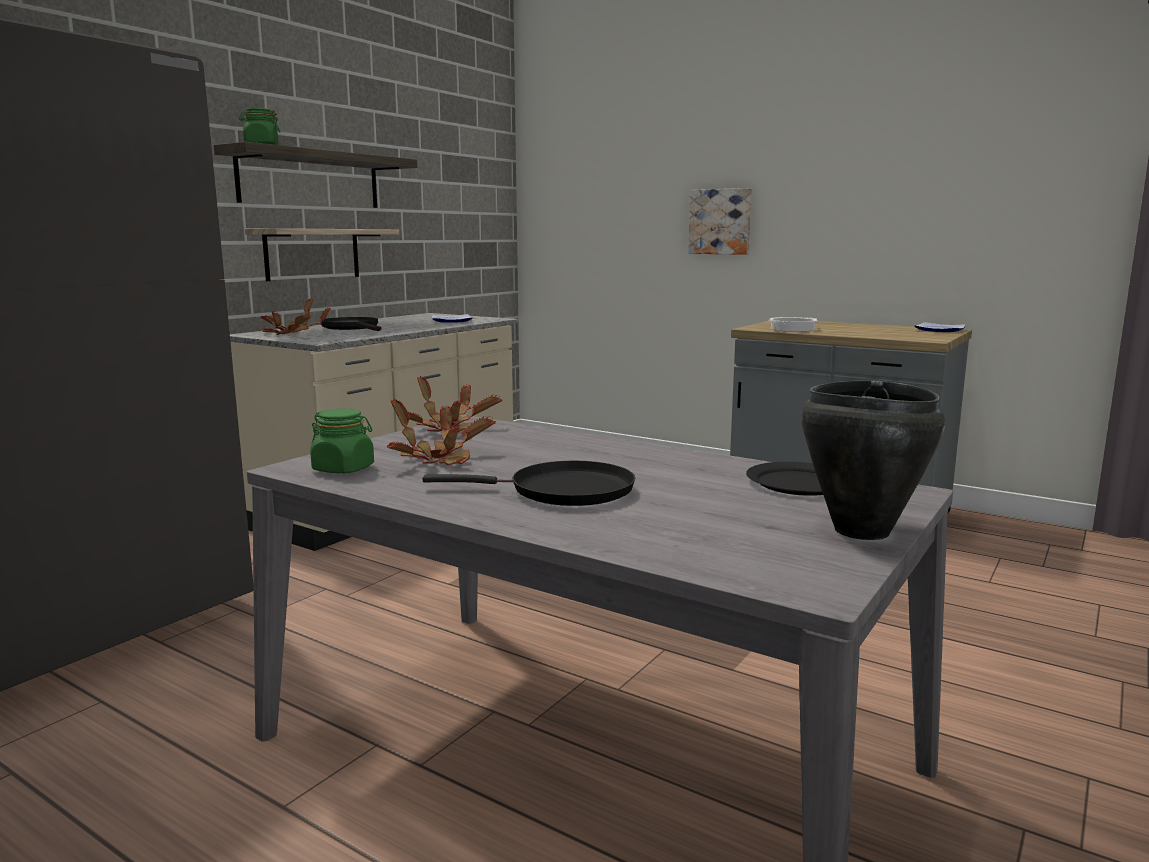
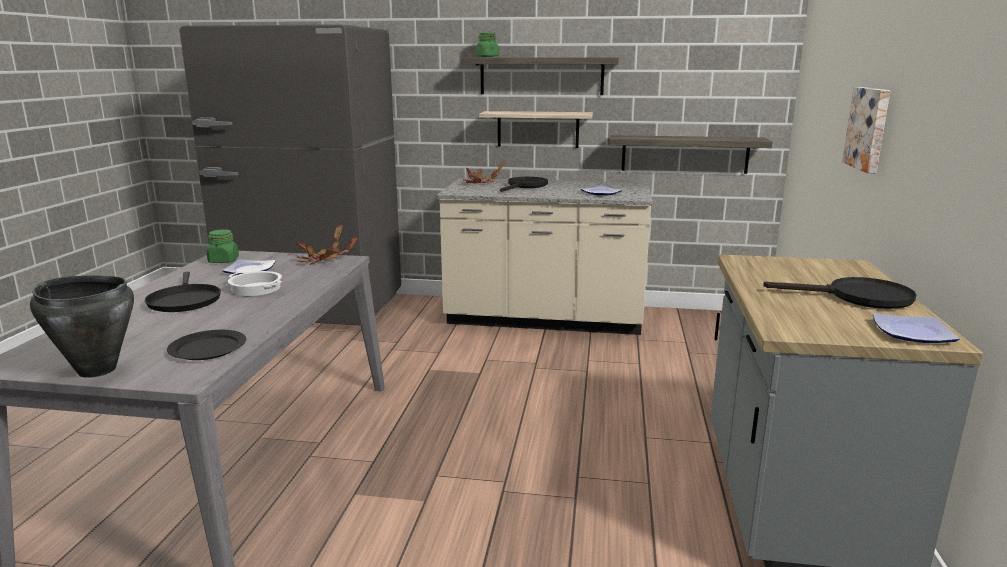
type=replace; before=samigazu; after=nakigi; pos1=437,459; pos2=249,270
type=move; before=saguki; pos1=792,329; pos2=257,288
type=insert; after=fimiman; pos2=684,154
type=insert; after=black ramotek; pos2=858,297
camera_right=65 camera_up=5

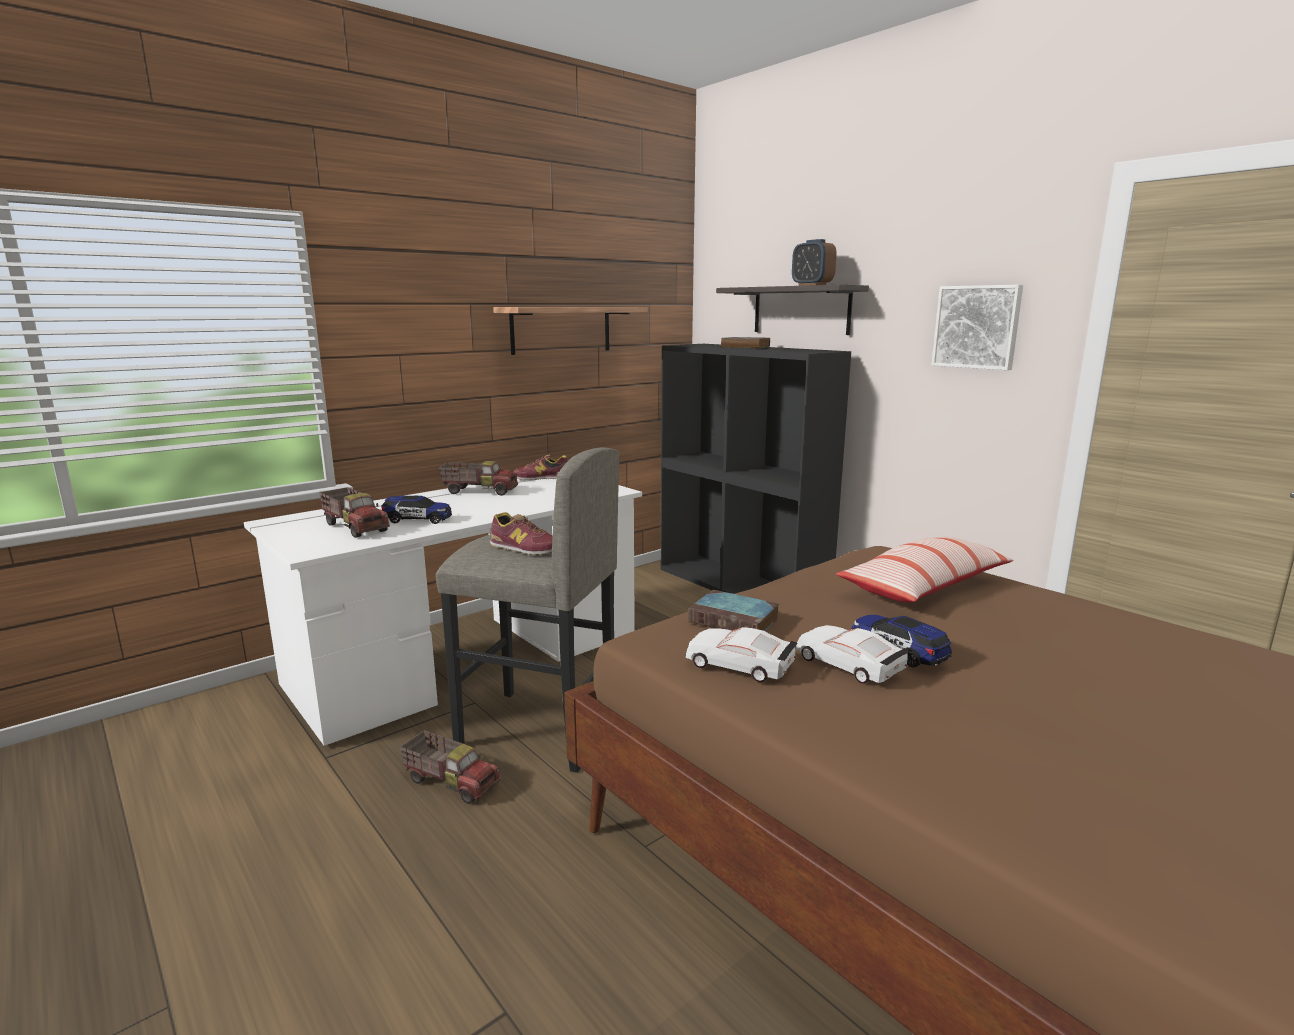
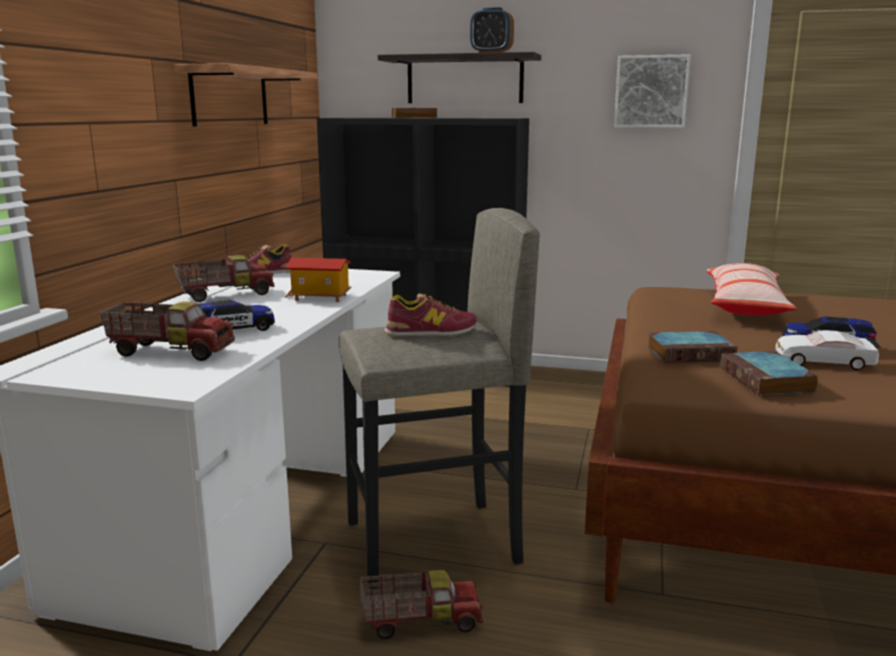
type=replace; before=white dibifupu; after=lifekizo; pos1=740,665; pos2=768,380
type=insert; after=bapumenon; pos2=319,298
camera_right=-35 camera_up=0

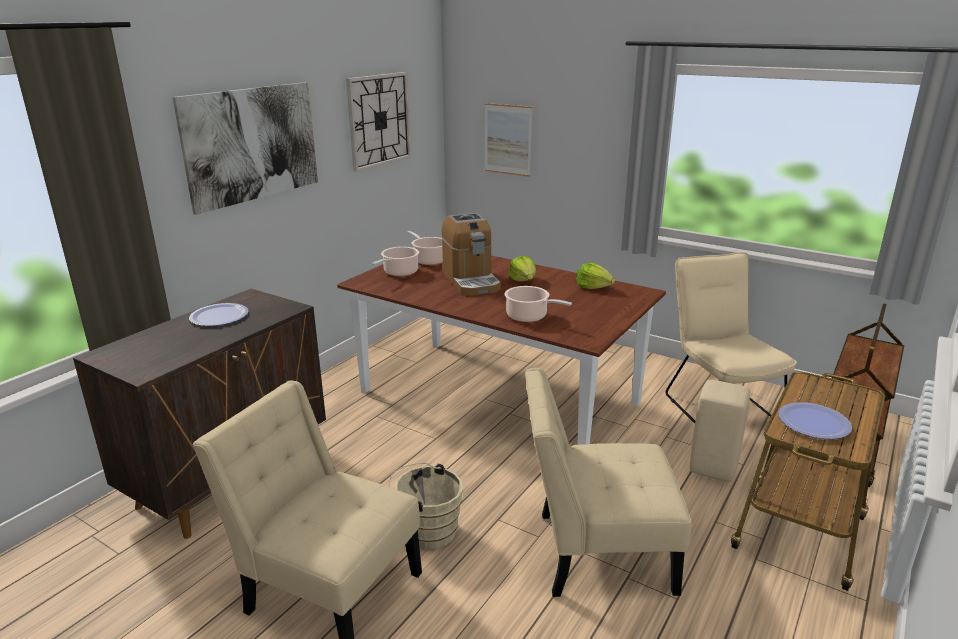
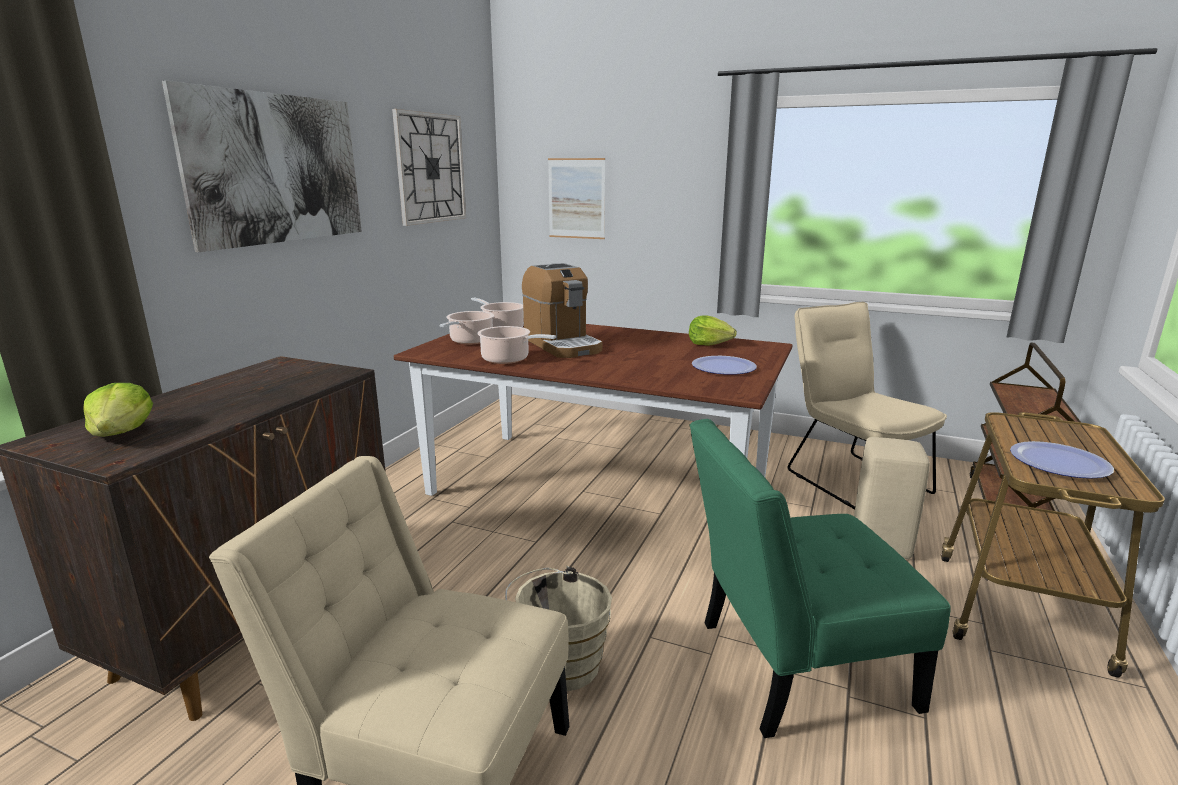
type=move; before=nakigi; pos1=219,316; pos2=723,367
type=move; before=saguki; pos1=529,316; pos2=508,359
type=move; before=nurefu; pos1=523,280; pos2=122,433
type=recolor; before=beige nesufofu; after=green nesufofu; pos1=595,552; pos2=792,666
camera_right=-10 camera_up=-5

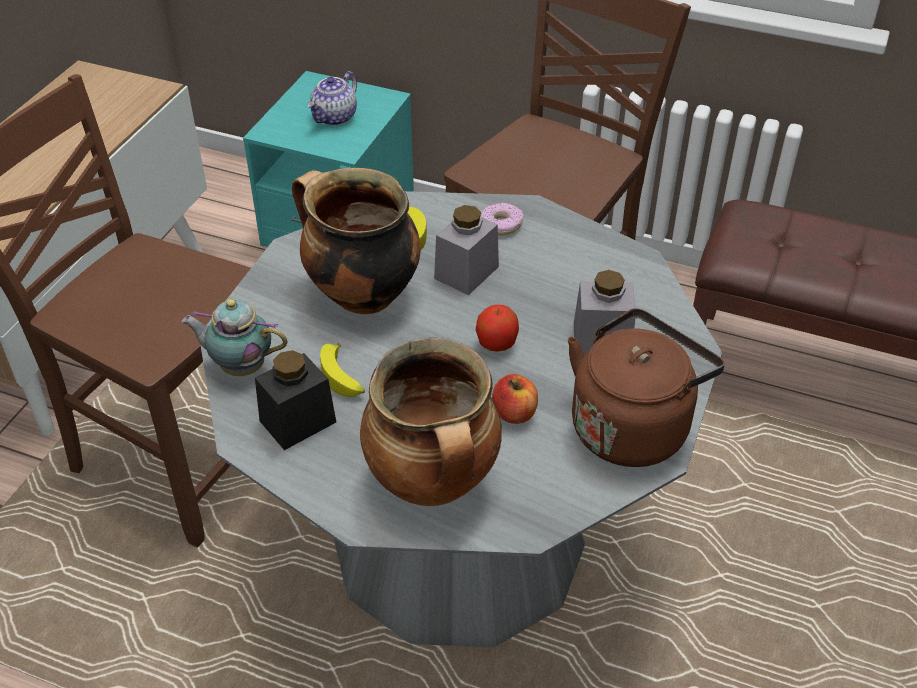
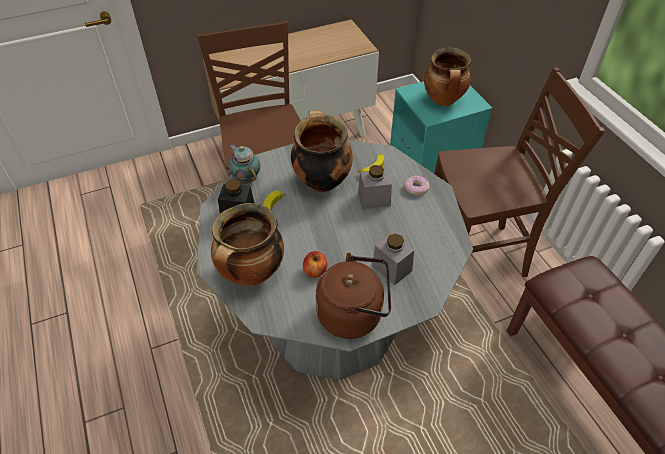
type=replace; before=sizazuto; after=saguki; pos1=335,117; pos2=444,100
type=delete; before=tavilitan; pos1=497,344
camera_right=45 camera_up=5

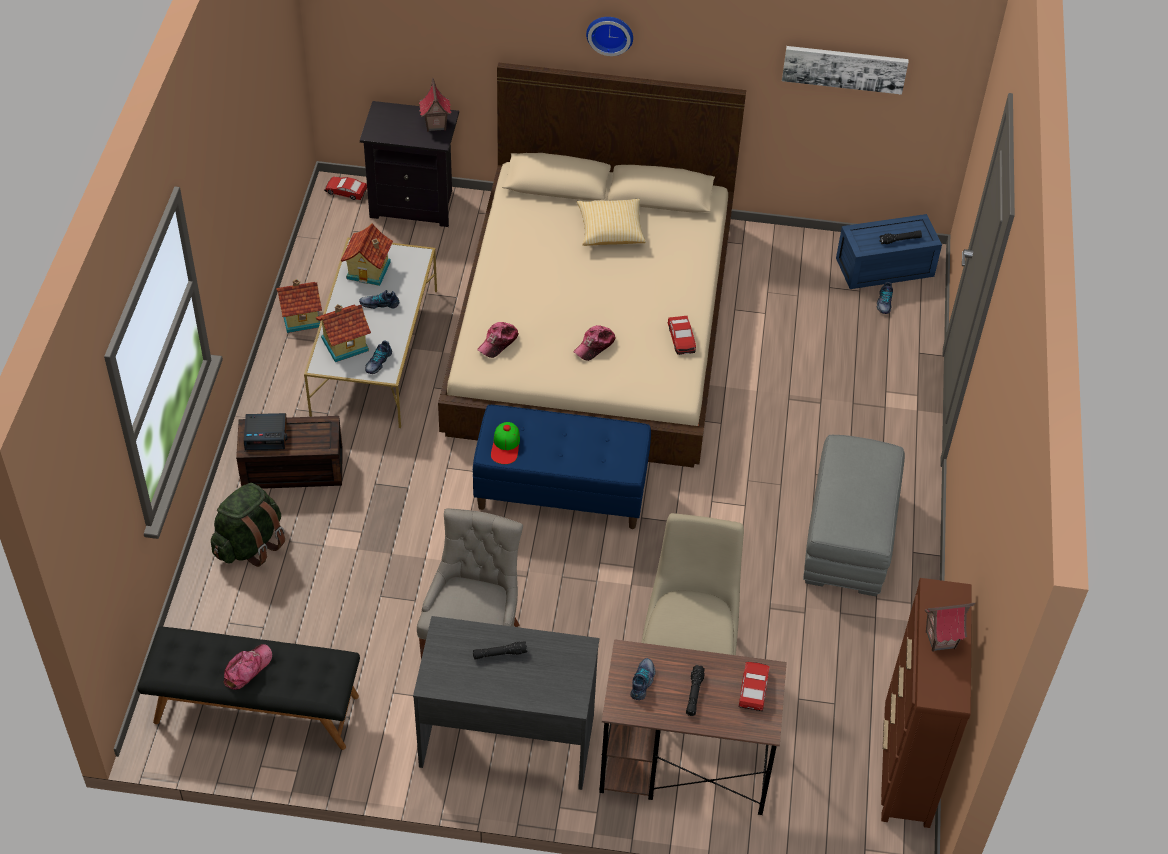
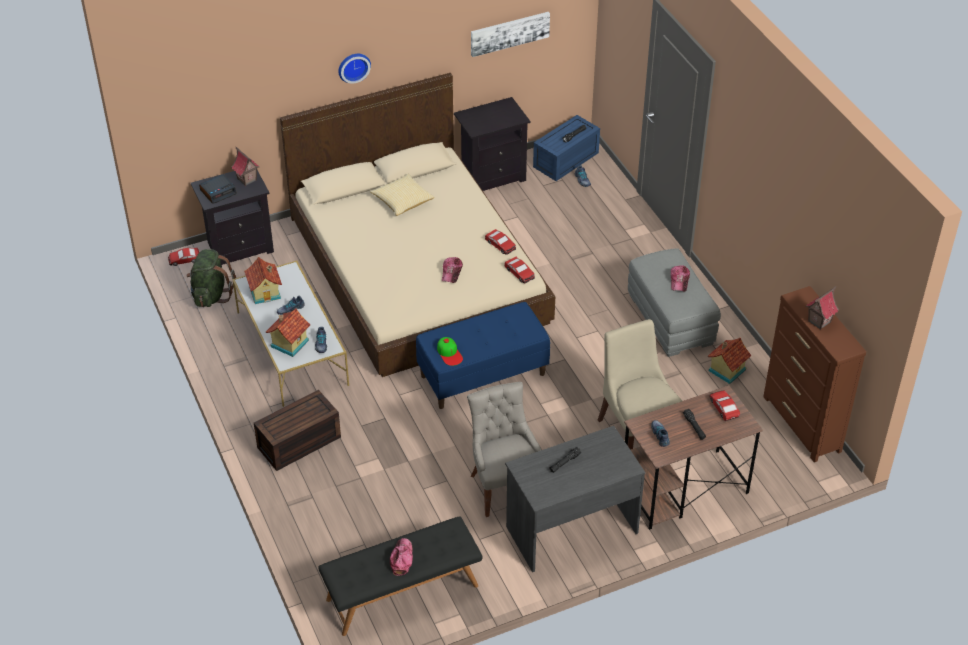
type=move; before=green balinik; pos1=250,544; pos2=211,295
type=move; before=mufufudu; pos1=266,435; pos2=218,192
type=move; before=bapumenon; pos1=300,317; pos2=726,370
type=move; before=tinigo; pos1=498,342; pos2=679,281
type=insert; after=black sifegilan; pos2=492,176
type=insert; after=dibifupu; pos2=519,273
camera_right=-30 camera_up=-5

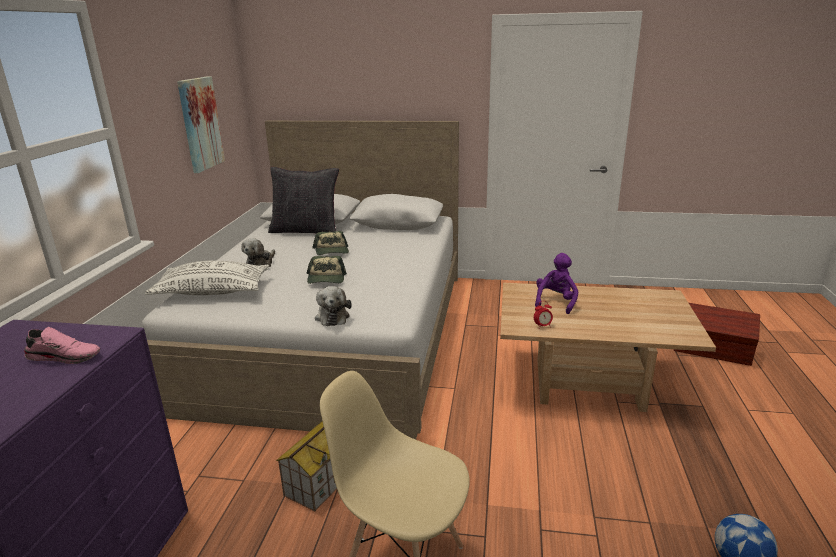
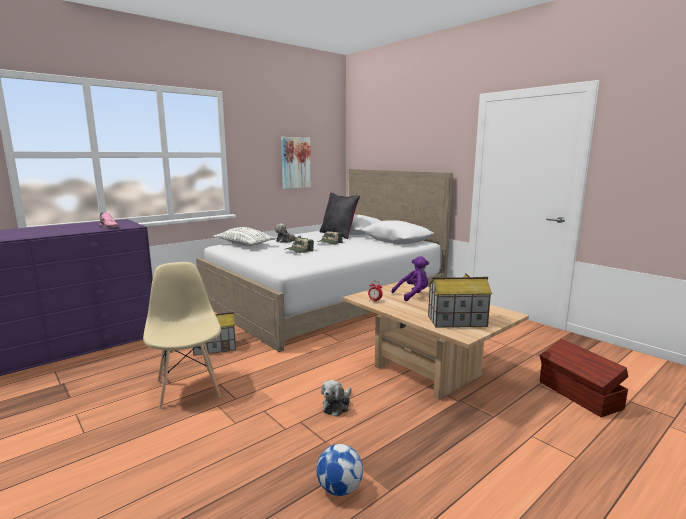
type=move; before=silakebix; pos1=332,316; pos2=337,405
type=insert; after=bapumenon; pos2=456,321
camera_right=40 camera_up=-10

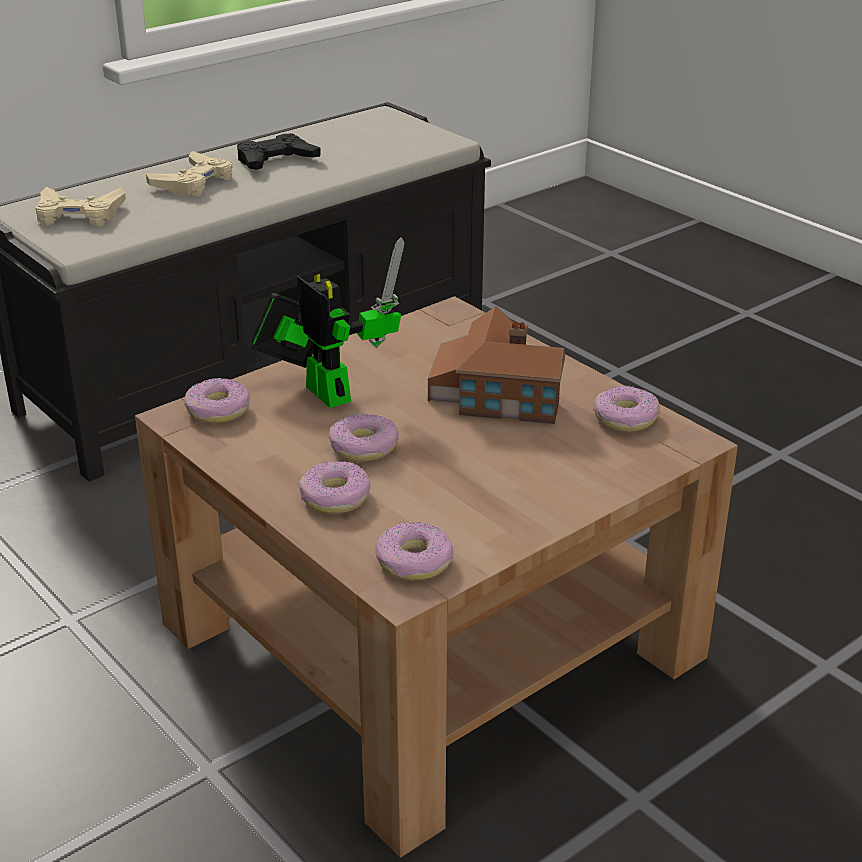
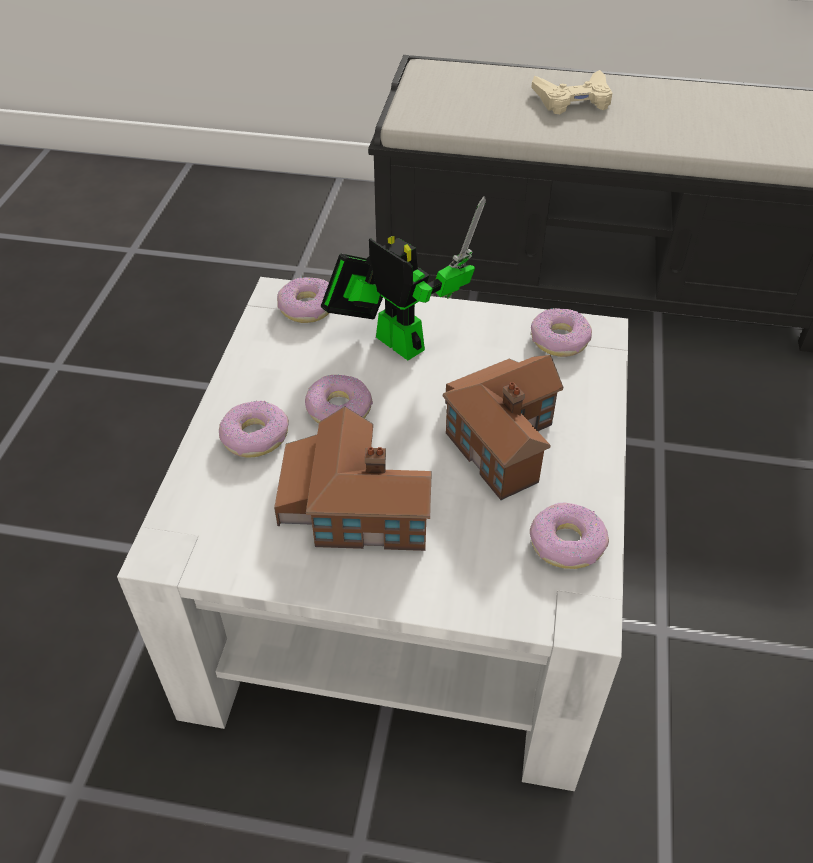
type=delete; before=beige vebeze; pos1=79,214
type=recolor; before=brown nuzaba; after=white nuzaba; pos1=431,641; pos2=406,585
type=delete; before=black vebeze; pos1=276,160
type=rotate; before=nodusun; pos1=323,390; pos2=394,339; turn=-60
type=move; before=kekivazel; pos1=414,562; pos2=559,340
type=insert; after=bapumenon; pos2=353,506
camera_right=50 camera_up=15

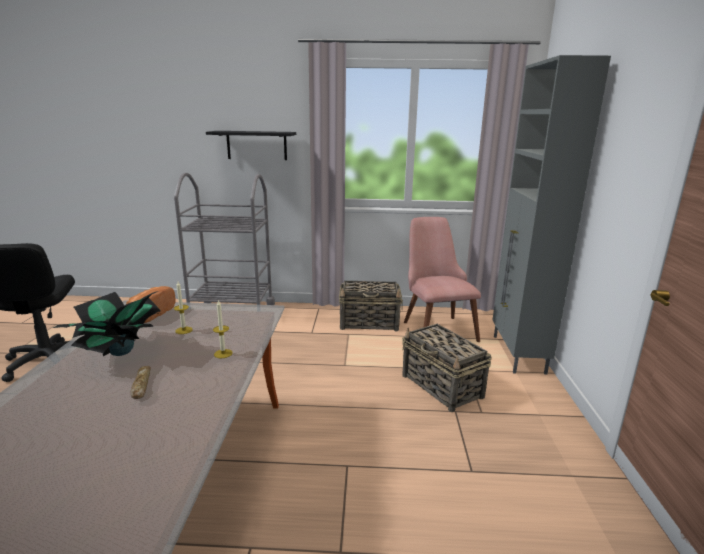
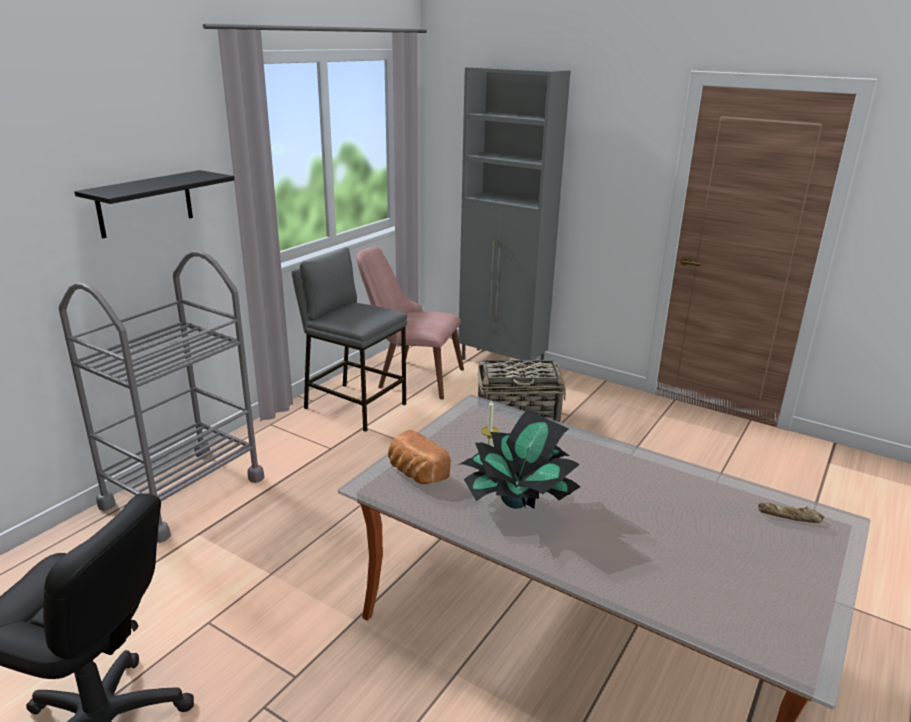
type=move; before=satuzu; pos1=141,385; pos2=790,517
type=delete; before=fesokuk; pos1=223,353
type=replace; before=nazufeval; after=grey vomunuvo; pos1=370,323; pos2=355,406
camera_right=-60 camera_up=5

